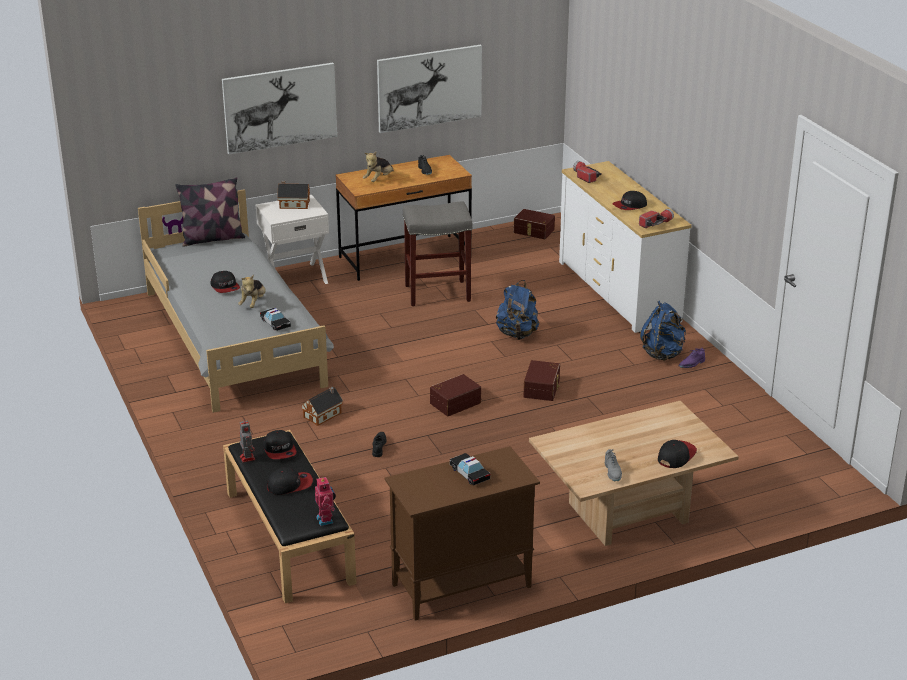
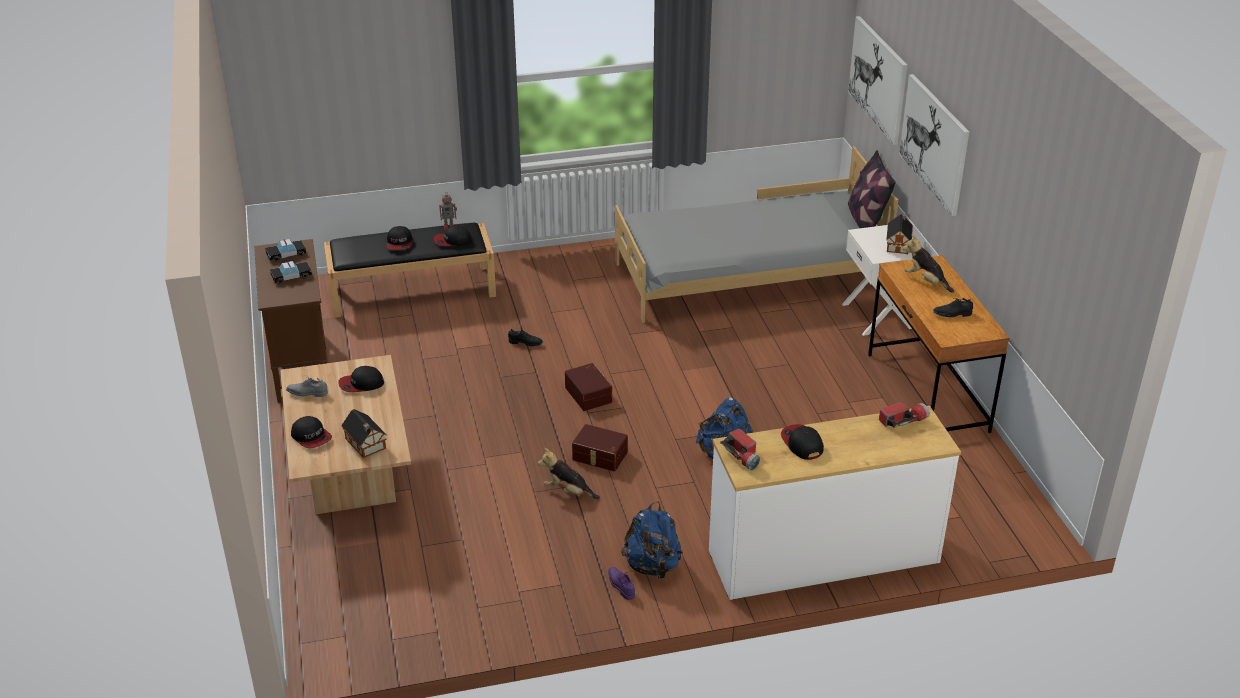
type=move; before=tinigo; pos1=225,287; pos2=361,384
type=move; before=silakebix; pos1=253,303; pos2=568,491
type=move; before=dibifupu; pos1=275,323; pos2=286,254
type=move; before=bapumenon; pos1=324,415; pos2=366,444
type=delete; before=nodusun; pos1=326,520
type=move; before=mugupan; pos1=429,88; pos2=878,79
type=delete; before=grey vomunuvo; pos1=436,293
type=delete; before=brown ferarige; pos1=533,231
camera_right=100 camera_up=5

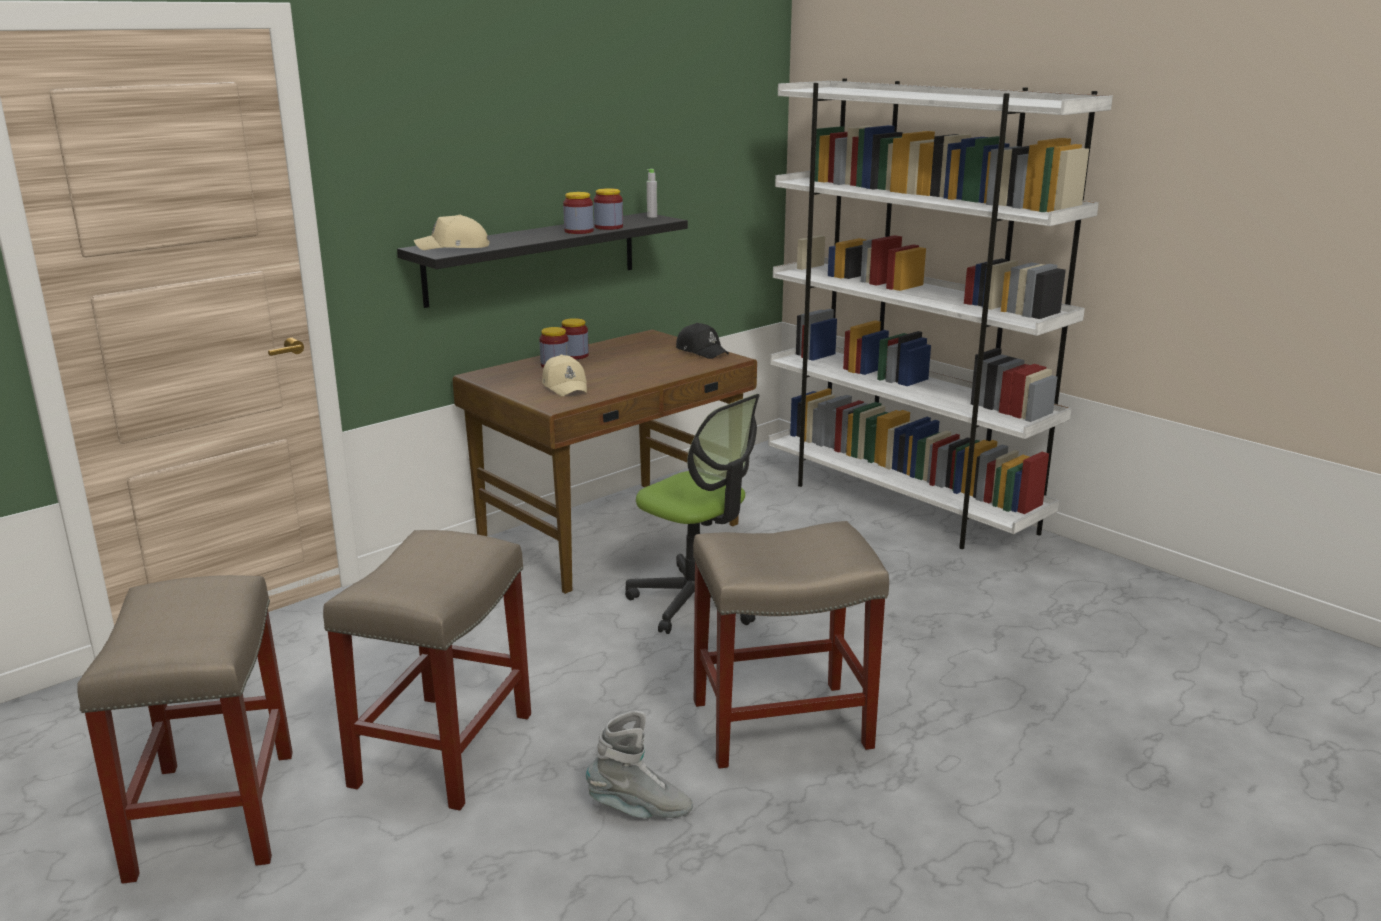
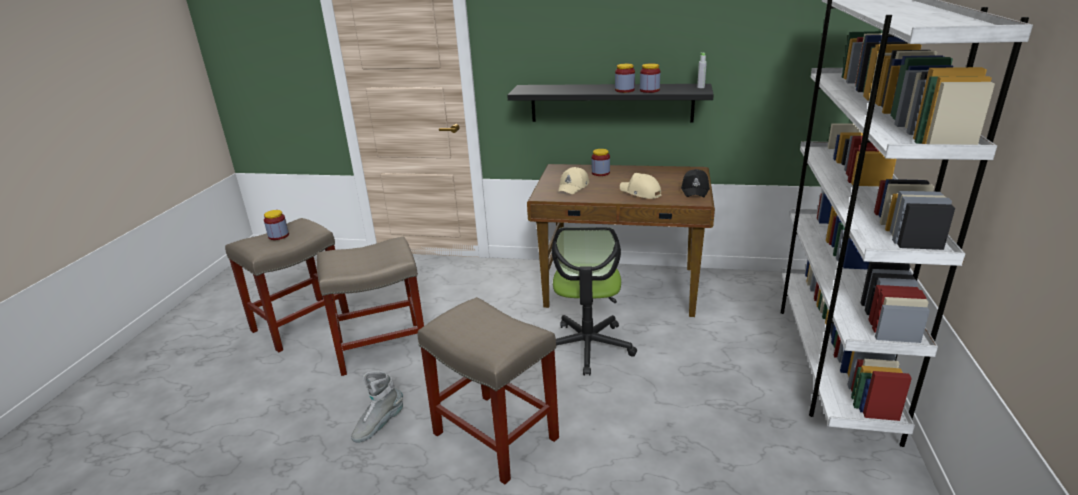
type=move; before=beige tinigo; pos1=454,247; pos2=640,192
type=move; before=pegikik; pos1=574,355; pos2=278,236
type=rotate; before=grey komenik; pos1=639,809; pos2=379,425; turn=75
camera_right=55 camera_up=5

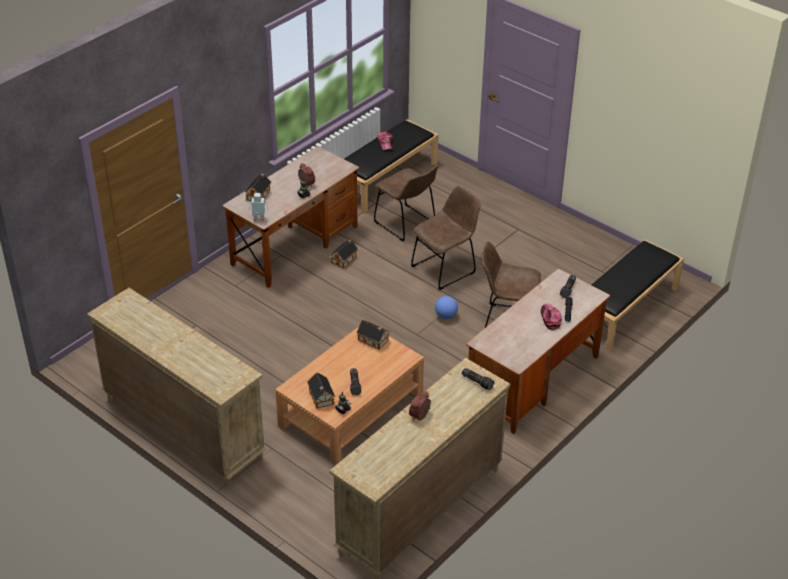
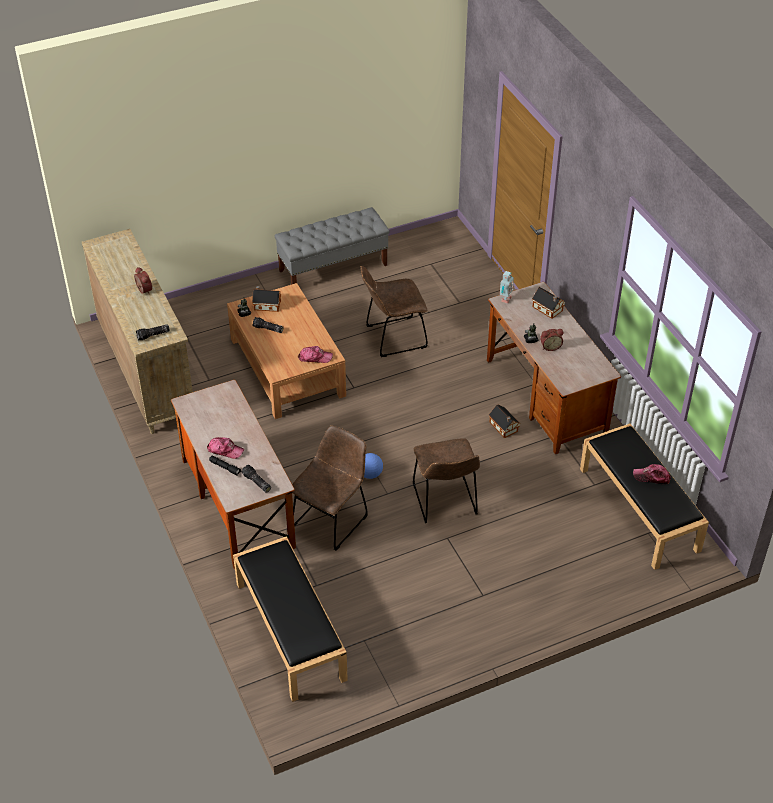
type=replace; before=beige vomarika; after=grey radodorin; pos1=183,428; pos2=333,268
type=replace; before=bapumenon; after=tinigo; pos1=374,340; pos2=315,357
type=move; before=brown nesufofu; pos1=407,224; pos2=393,337
camera_right=115 camera_up=5

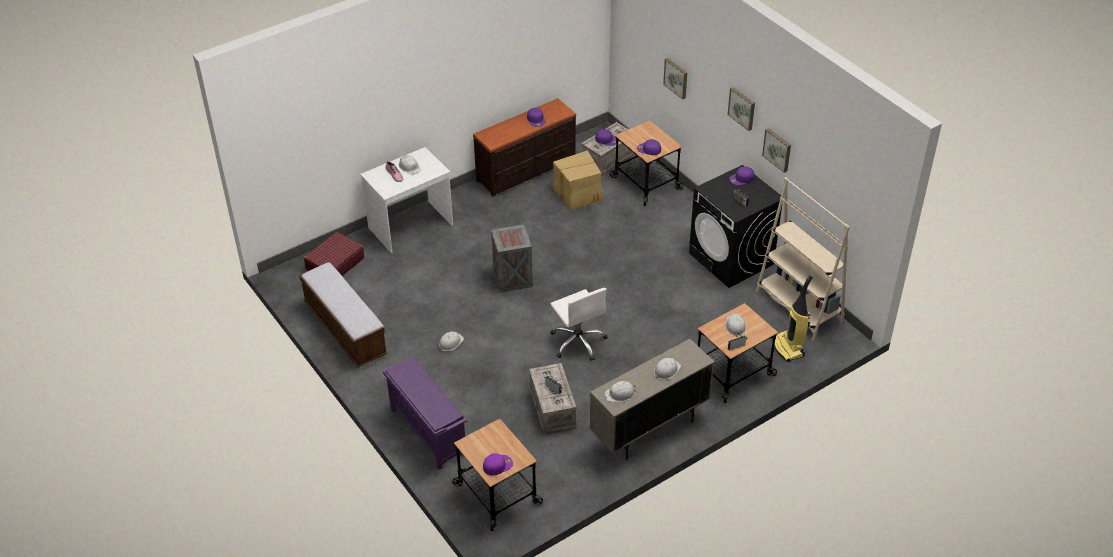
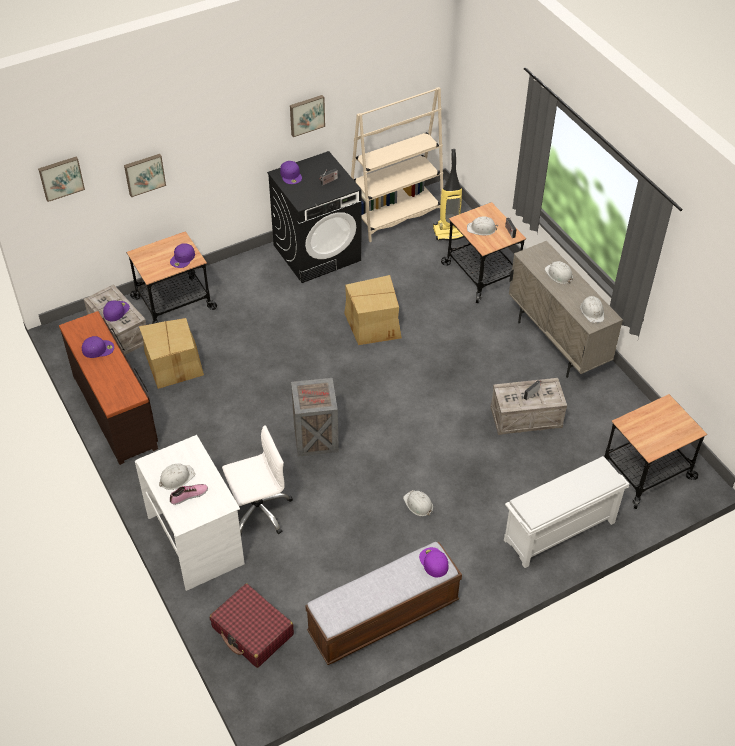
type=recolor; before=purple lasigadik; after=white lasigadik; pos1=427,432; pos2=559,532
type=move; before=purple tinigo; pos1=498,465; pos2=433,562
type=move; before=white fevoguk; pos1=578,341; pos2=258,510
type=move; before=mugupan; pos1=742,108; pos2=61,177
type=insert; after=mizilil; pos2=374,323
camera_right=-85 camera_up=5

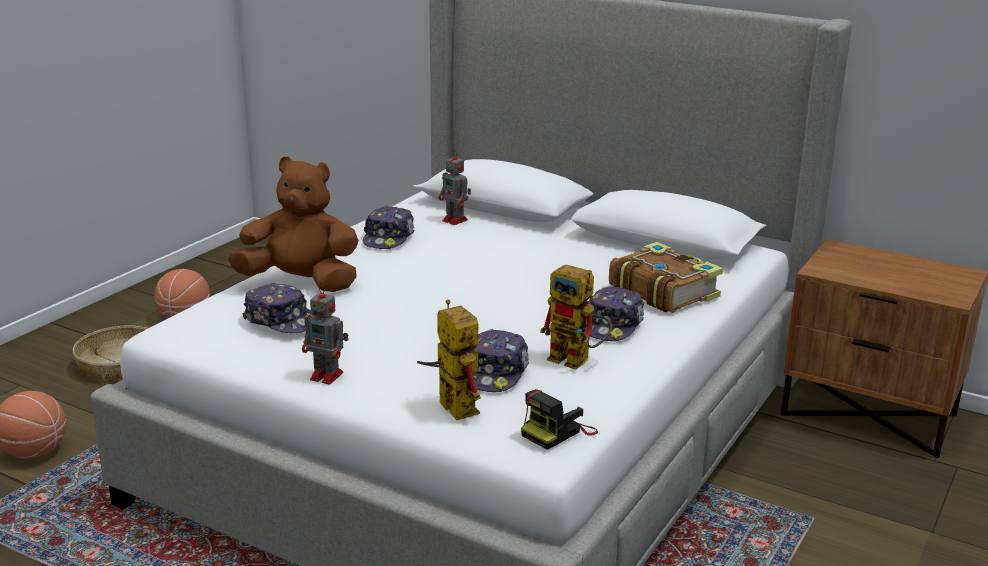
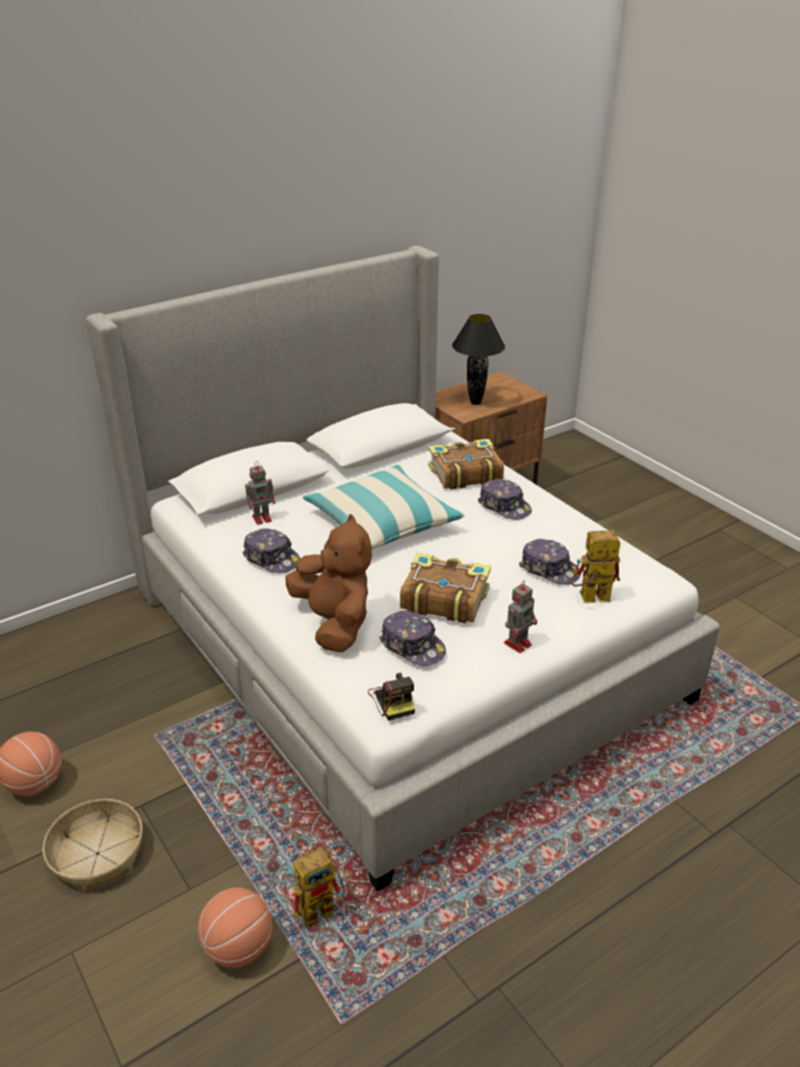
type=rotate; before=brown silakebix; pos1=301,283; pos2=334,623; turn=120
type=rotate; before=tinigo; pos1=281,320; pos2=413,646; turn=75
type=move; before=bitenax; pos1=558,432; pos2=393,700
type=move; before=nodusun; pos1=577,361; pos2=323,909
type=insert; after=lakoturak; pos2=382,522
type=insert; after=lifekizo; pos2=443,598
type=insert; after=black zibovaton; pos2=475,402
camera_right=-65 camera_up=10

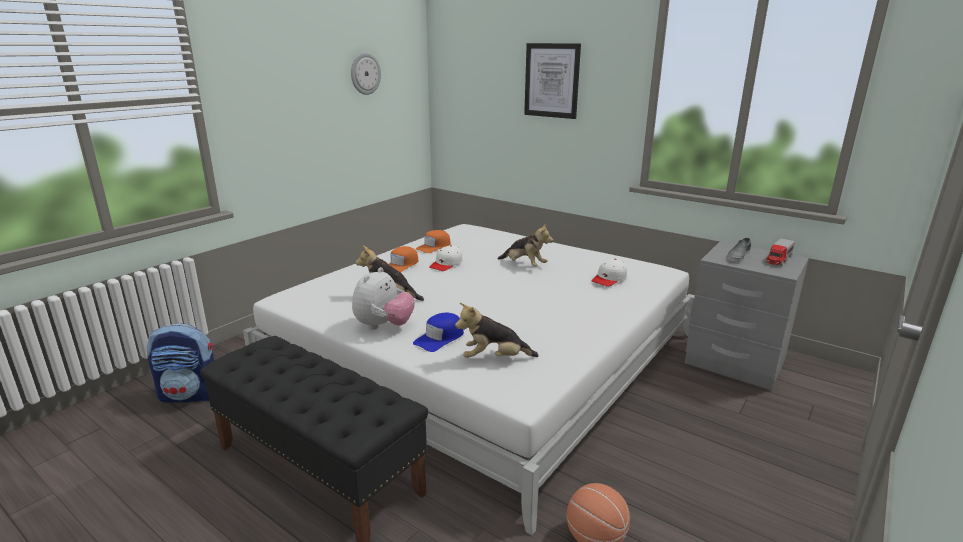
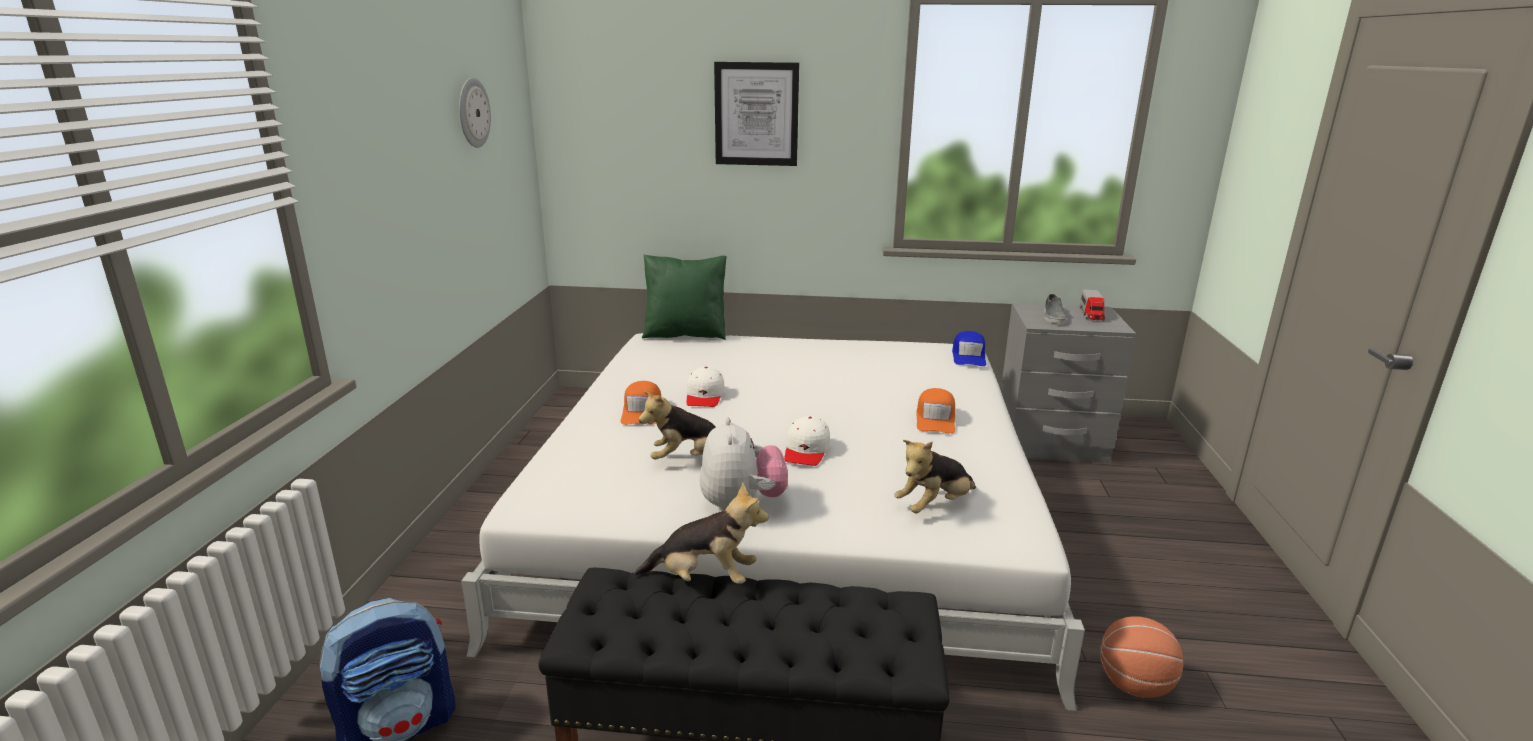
type=move; before=blue tinigo; pos1=440,338; pos2=969,356
type=move; before=orange tinigo; pos1=434,247; pos2=935,419
type=move; before=silakebix; pos1=524,265; pos2=704,578
type=move; before=white tinigo; pos1=609,279; pos2=806,450
type=insert; after=green lakoturak; pos2=685,334
camera_right=-30 camera_up=0

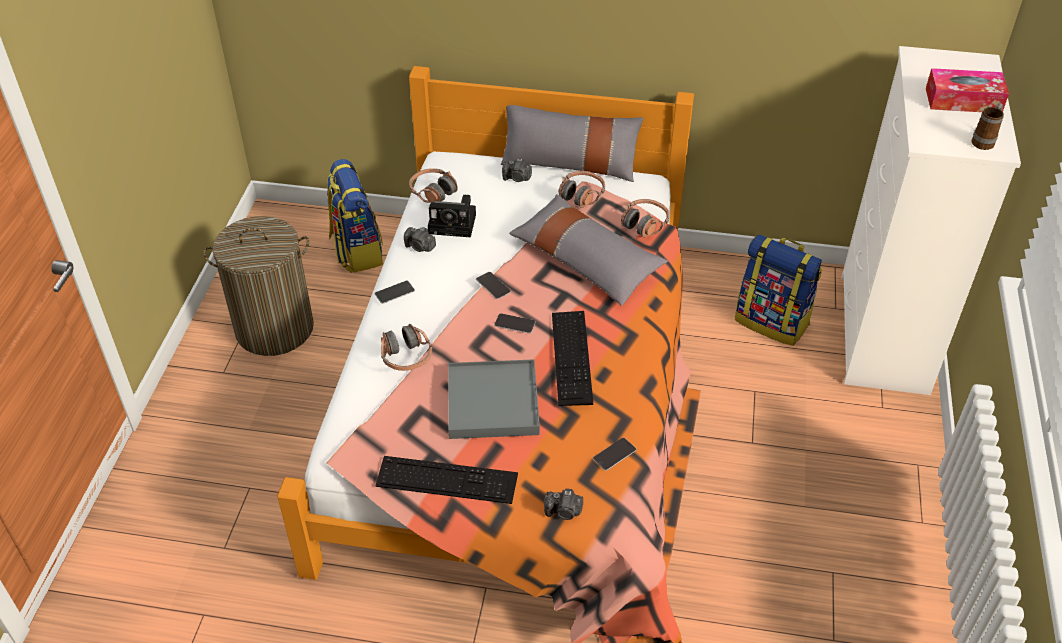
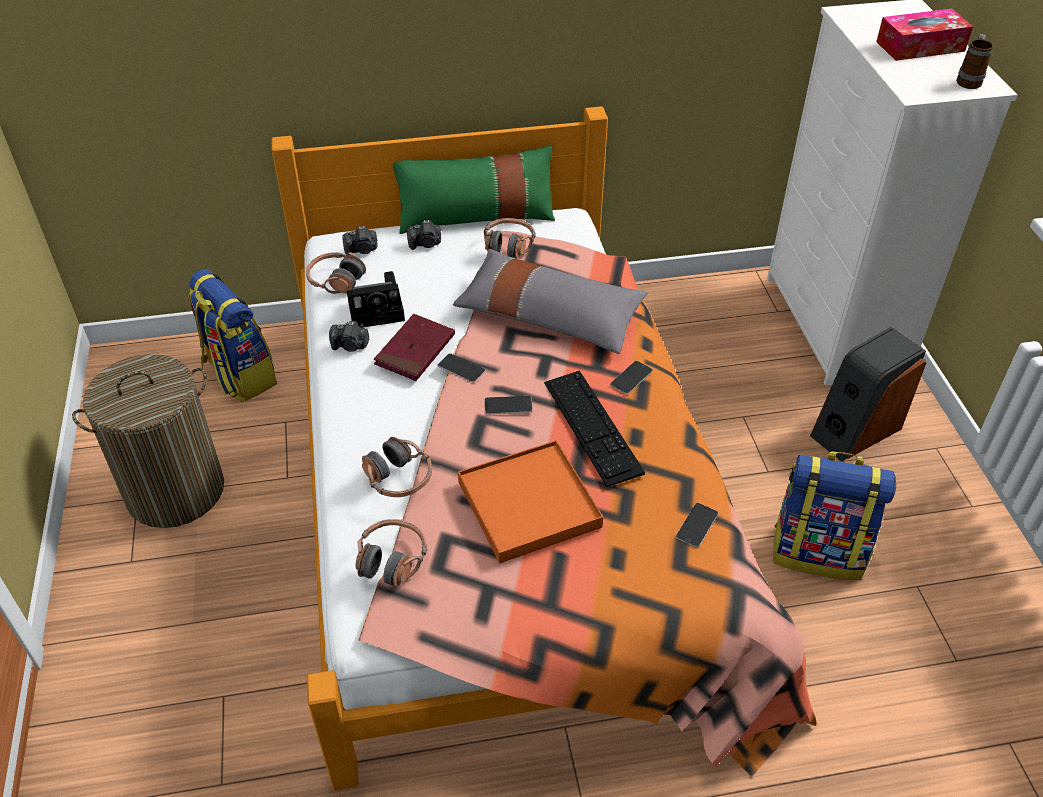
type=move; before=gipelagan; pos1=394,292; pos2=631,377
type=delete; before=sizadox; pos1=447,480
type=recolor; before=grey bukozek; after=orange bukozek; pos1=492,402; pos2=528,504
type=recolor; before=grey lakoturak; after=green lakoturak; pos1=569,164; pos2=476,217
type=move; before=bitenax; pos1=564,511; pos2=362,250
type=move; before=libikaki; pos1=644,223; pos2=392,559
type=move; before=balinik; pos1=772,322; pos2=818,551
type=insert; after=red lifekizo; pos2=415,350
type=insert; after=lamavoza; pos2=855,430
camera_right=-20 camera_up=0

